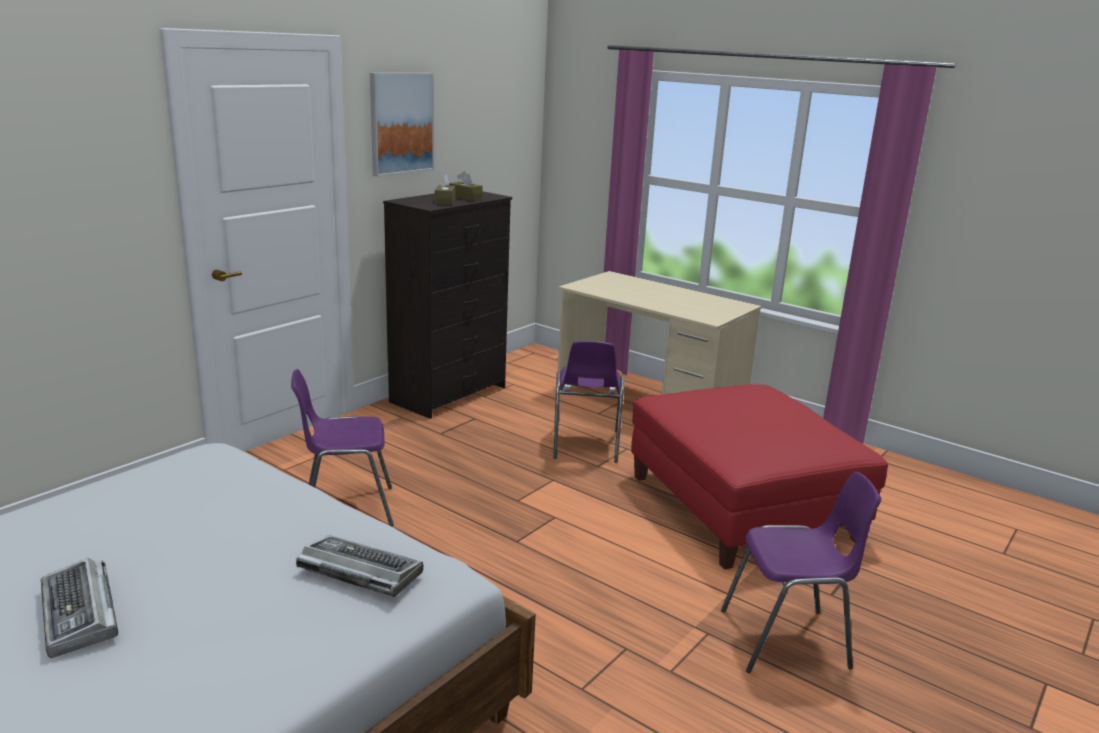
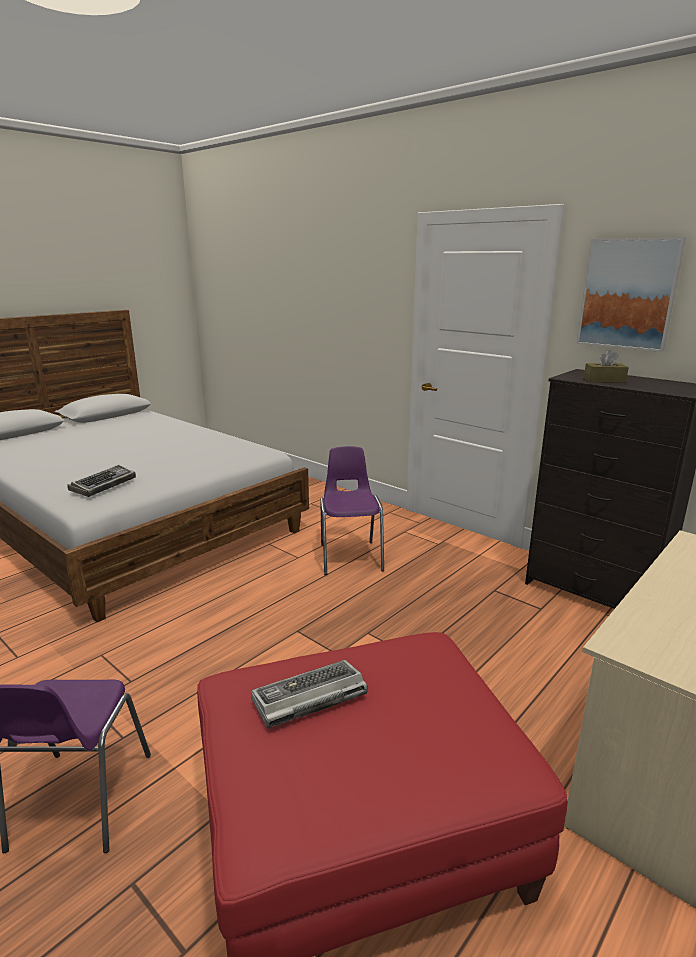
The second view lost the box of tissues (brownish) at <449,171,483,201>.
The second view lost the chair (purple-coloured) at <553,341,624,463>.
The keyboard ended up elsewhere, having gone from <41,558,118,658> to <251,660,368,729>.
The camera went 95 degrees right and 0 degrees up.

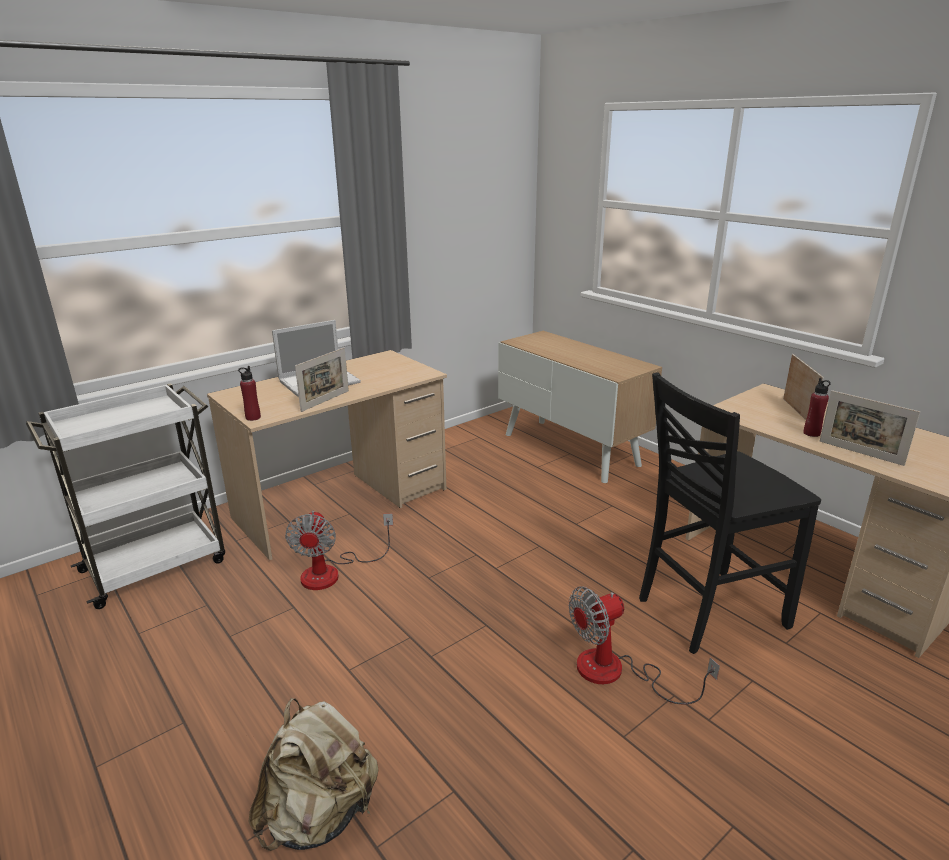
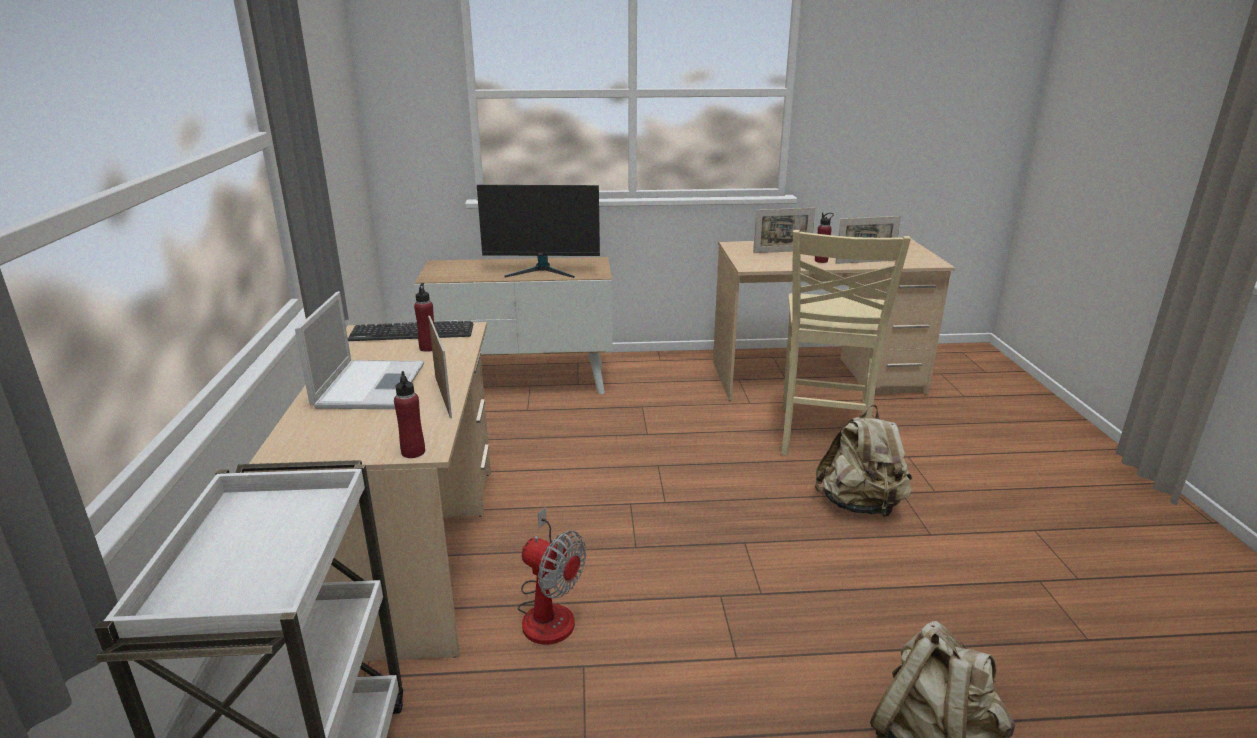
The second view gained the keyboard at <348,320,473,341>.
The second view gained the bottle (reddish) at <414,283,435,352>.
The second view gained the monitor at <477,185,600,278>.
Where the electric fan stood at <569,586,720,704>, the backpack (beige) came to stand at <815,405,912,517>.
What was the chair (blackish) at <639,372,821,654> turned into the chair (beige) at <782,230,911,456>.
The standing frame at <783,354,824,420> ended up facing another way, 135 degrees clockwise from before.
The camera went 55 degrees left and 0 degrees up.

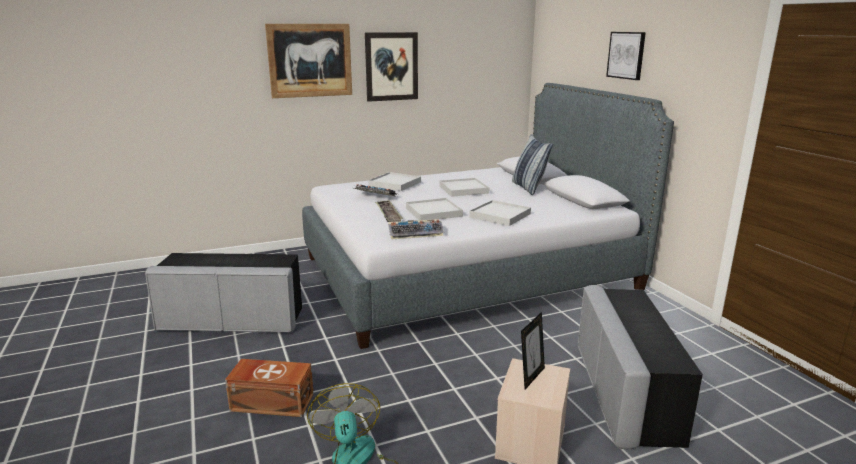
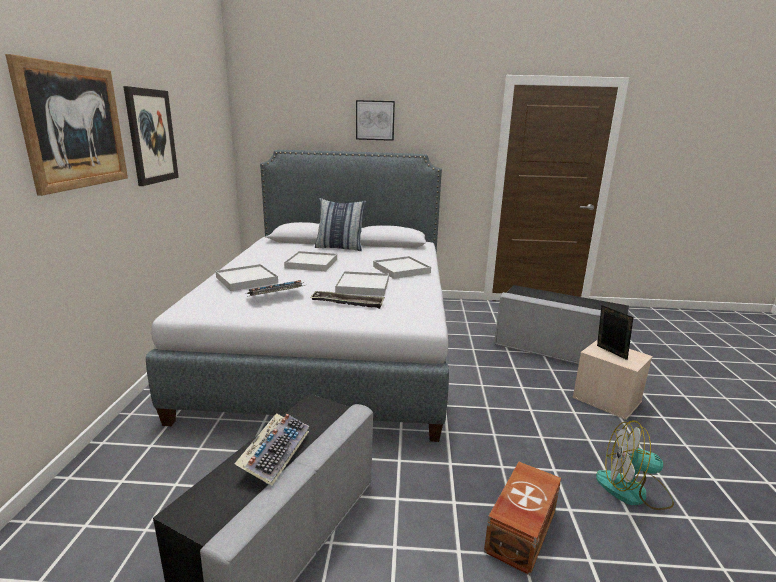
The keyboard ended up elsewhere, having gone from <388,219,444,239> to <234,413,309,486>.
The camera went 65 degrees left and 0 degrees up.

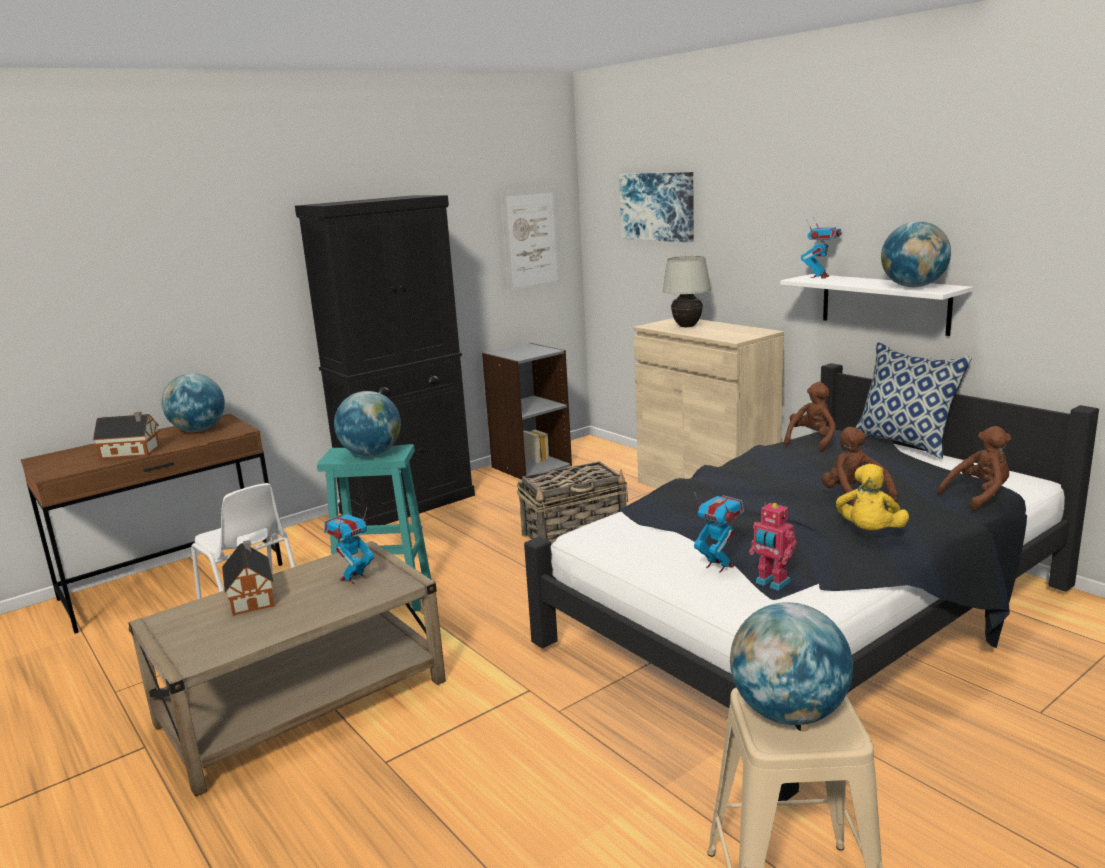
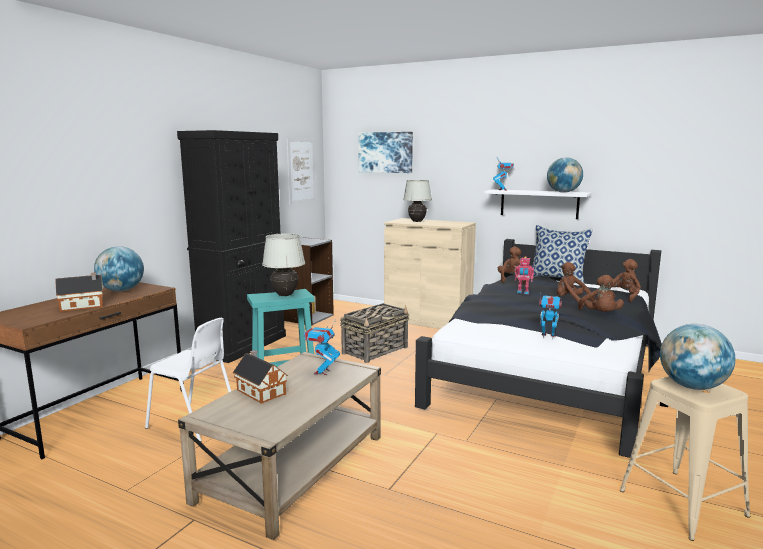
The model robot ended up elsewhere, having gone from <749,502,797,591> to <515,256,534,294>.
Where the world globe stood at <334,391,401,456>, the tabletop lamp (white-coloured) came to stand at <262,234,305,296>.
What was the cuddly toy (yellow-coloured) at <836,464,909,530> turned into the cuddly toy (brownish) at <578,275,624,312>.
The camera went 25 degrees left and 5 degrees down.

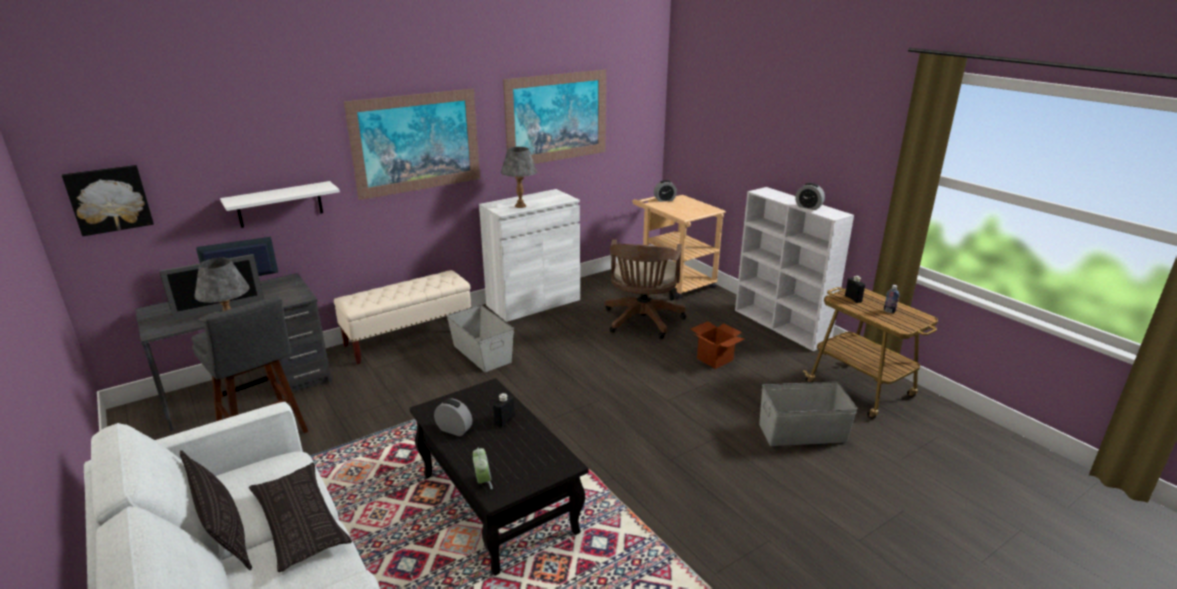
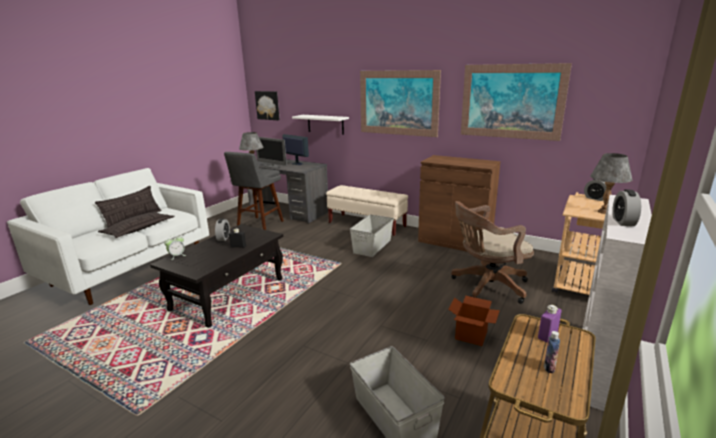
The tabletop lamp (gray) ended up elsewhere, having gone from <501,147,537,208> to <590,153,632,214>.
What was the storage cabinet (white-coloured) at <479,189,580,322> turned into the storage cabinet (brownish) at <418,155,500,252>.
What was the bottle (blackish) at <845,276,865,303> turned into the bottle (purple-coloured) at <538,305,562,342>.
The camera went 65 degrees right and 5 degrees down.

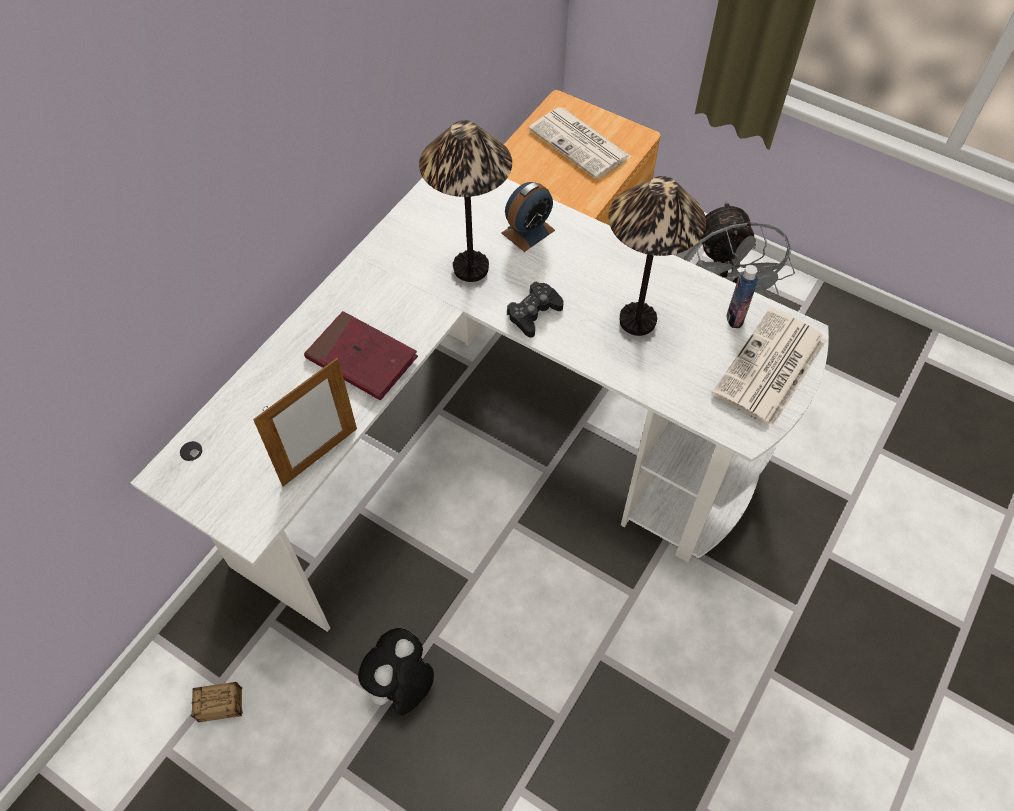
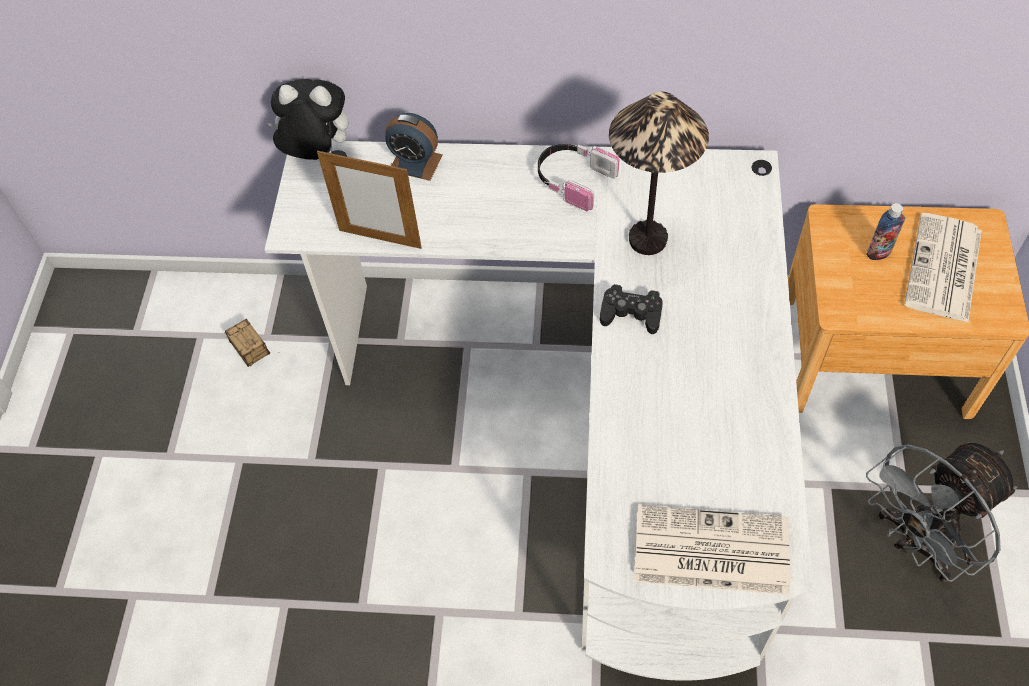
The second view lost the volume (reddish) at <304,311,418,400>.
The second view lost the tabletop lamp at <608,176,706,336>.
The second view gained the headset at <538,144,619,211>.
The cuddly toy ended up elsewhere, having gone from <358,628,434,716> to <268,79,348,160>.
The bedside clock ended up elsewhere, having gone from <501,182,555,252> to <385,113,443,181>.
The bottle ended up elsewhere, having gone from <727,265,758,328> to <866,203,905,260>.
The camera went 65 degrees right and 0 degrees up.

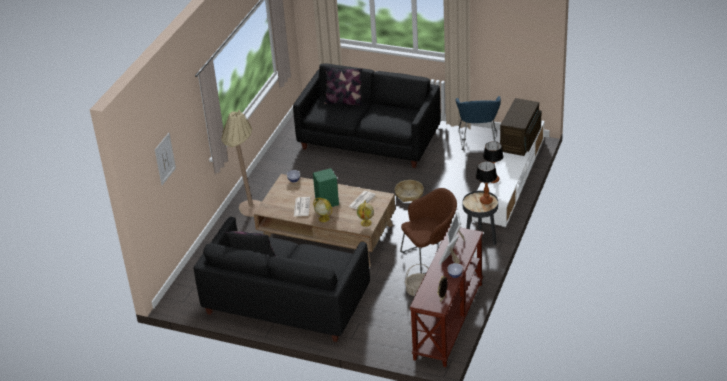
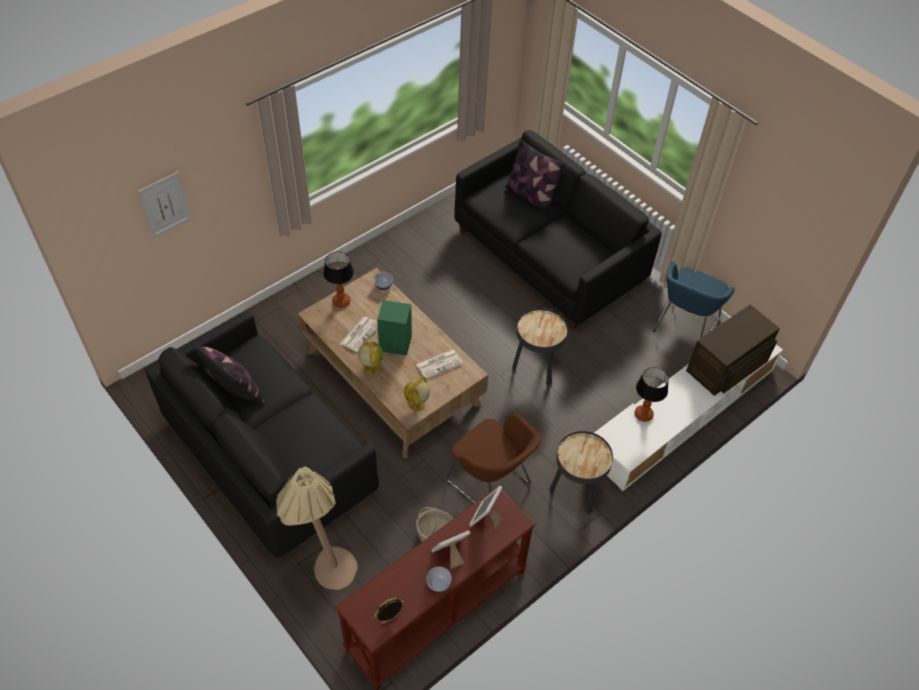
The standard lamp (beige) ended up elsewhere, having gone from <221,110,261,217> to <276,467,358,590>.
The tabletop lamp ended up elsewhere, having gone from <476,161,497,204> to <323,252,354,307>.
Where the basket stood at <395,180,424,202>, the end table (blackish) came to stand at <512,308,568,386>.
The lounge chair (brownish) at <400,188,457,274> ended up facing another way, 45 degrees clockwise from before.
The camera went 25 degrees right and 15 degrees up.

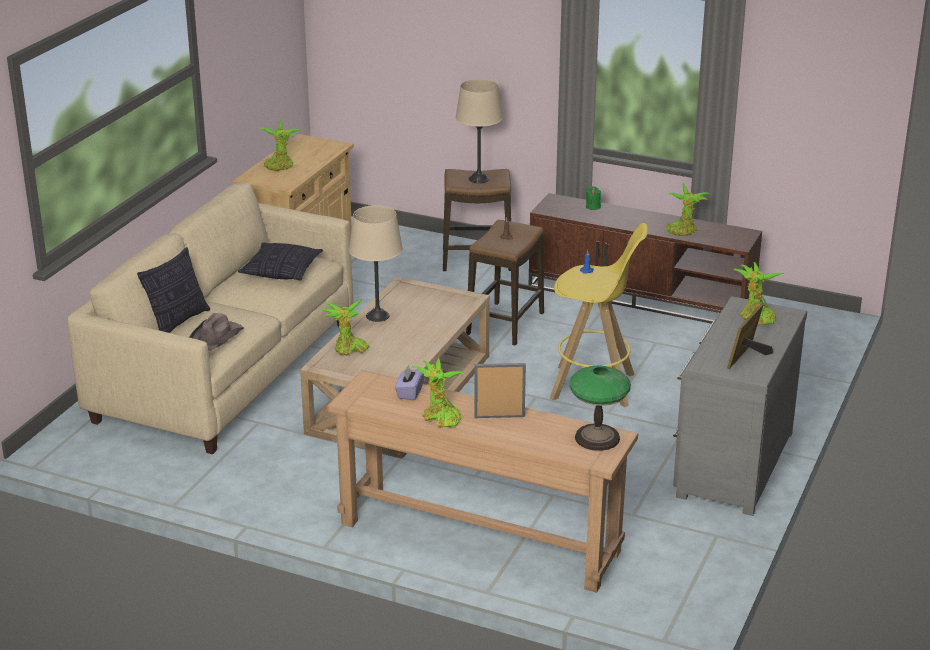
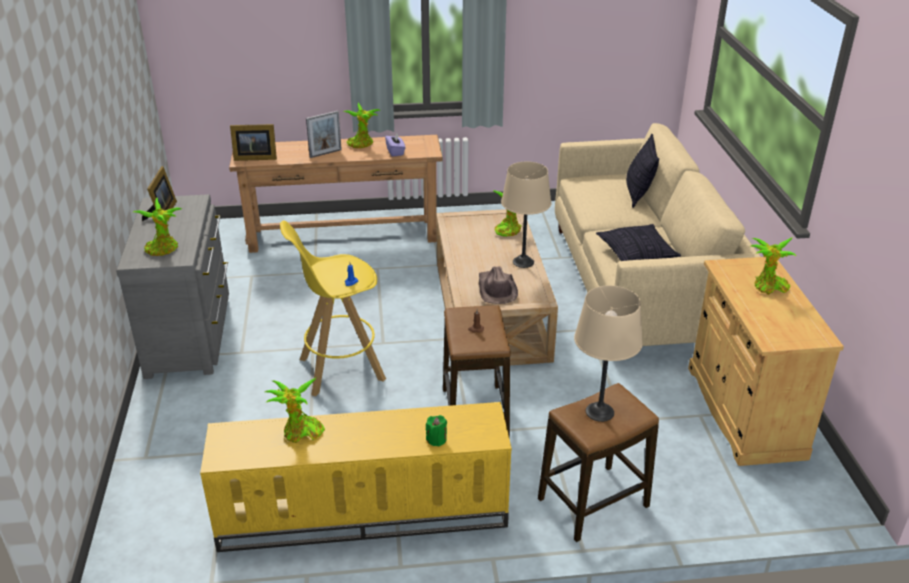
The hat (brownish) ended up elsewhere, having gone from <189,313,244,351> to <479,266,518,304>.
Where the tabletop lamp stood at <569,365,631,451>, the standing frame came to stand at <230,124,277,161>.
What was the tv unit (brownish) at <529,193,762,324> turned into the tv unit (yellow-coloured) at <200,402,512,552>.
The camera went 150 degrees right and 5 degrees up.

